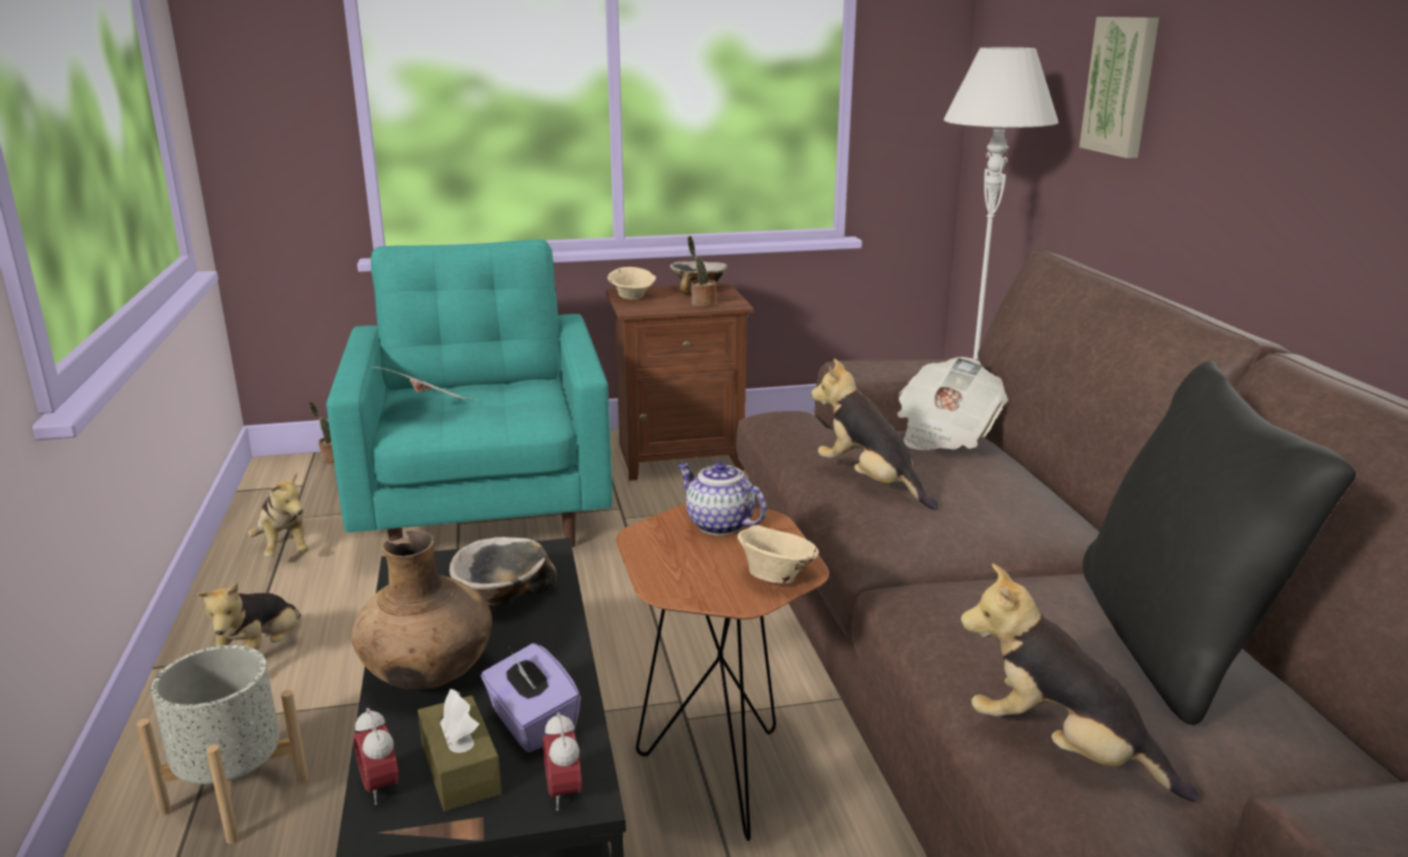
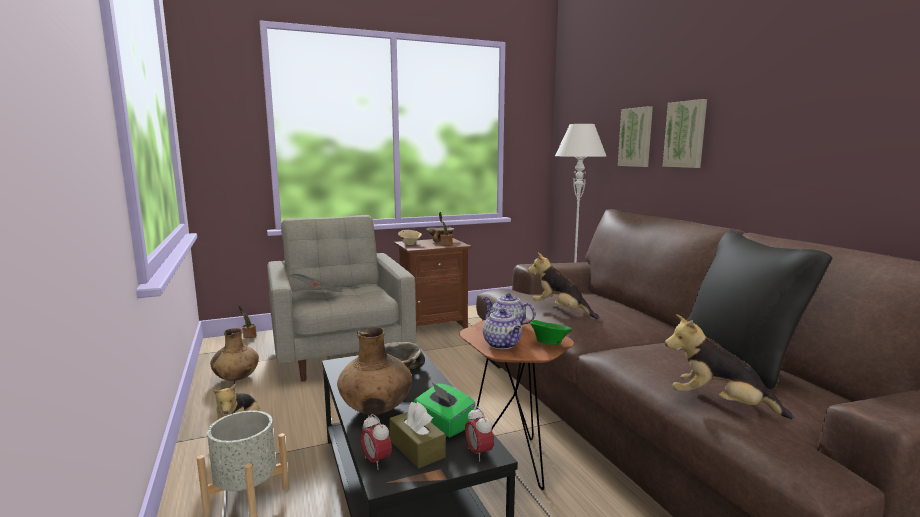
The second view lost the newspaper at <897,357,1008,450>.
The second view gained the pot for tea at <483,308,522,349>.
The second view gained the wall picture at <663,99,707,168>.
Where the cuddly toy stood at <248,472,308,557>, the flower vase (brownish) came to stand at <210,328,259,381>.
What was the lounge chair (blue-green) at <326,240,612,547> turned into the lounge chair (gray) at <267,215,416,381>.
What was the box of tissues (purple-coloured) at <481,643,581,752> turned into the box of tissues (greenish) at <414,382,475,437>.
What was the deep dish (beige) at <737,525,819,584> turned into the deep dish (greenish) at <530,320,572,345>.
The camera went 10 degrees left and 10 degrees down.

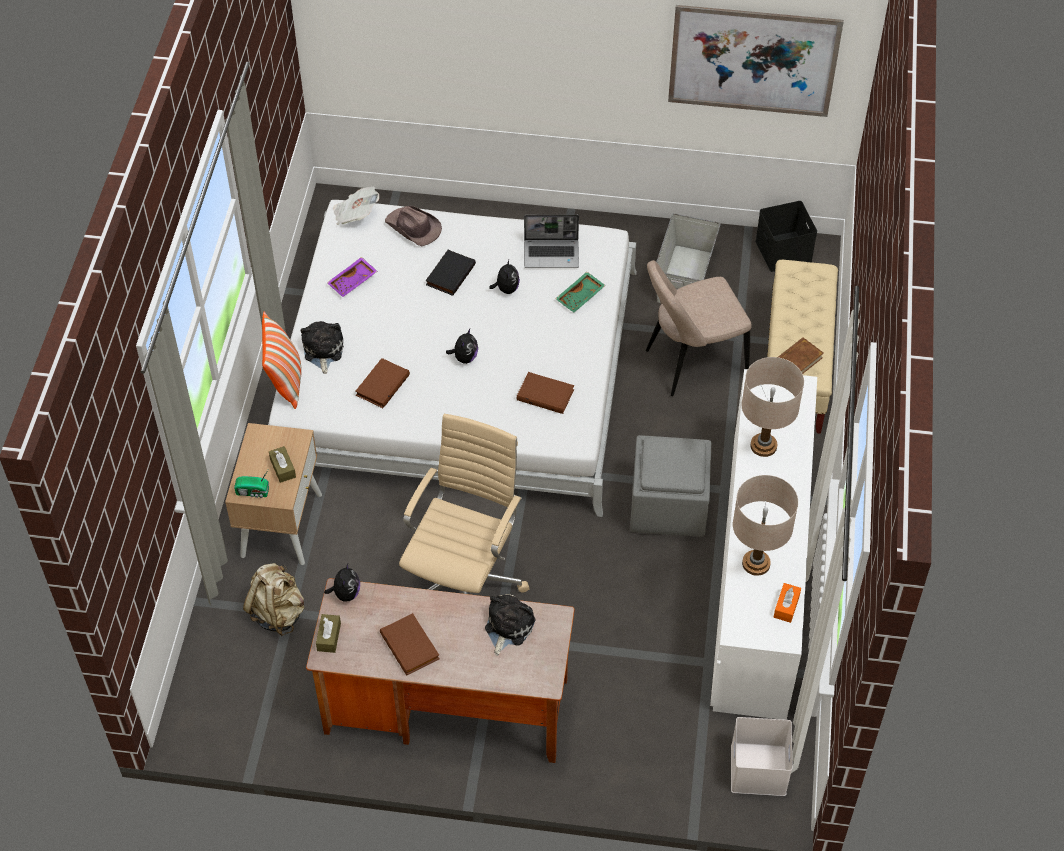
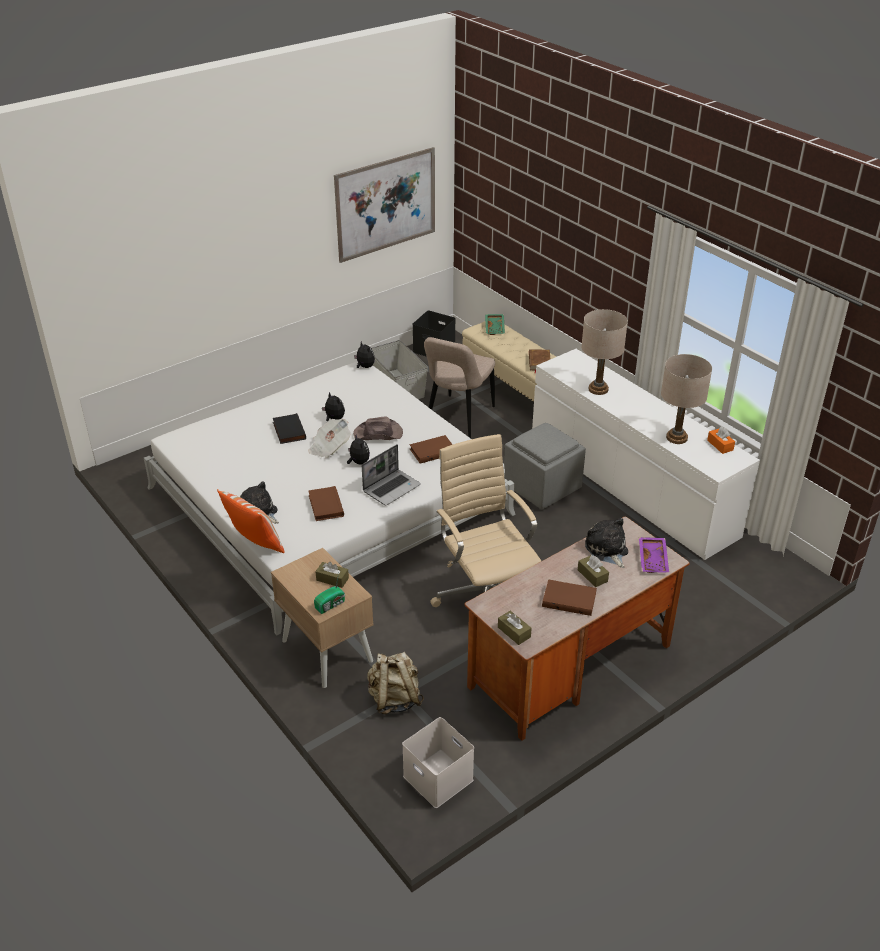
The second view gained the box of tissues (brownish) at <578,555,609,587>.
The cuddly toy ended up elsewhere, having gone from <324,563,360,602> to <354,341,375,368>.
The tray (purple-coloured) ended up elsewhere, having gone from <327,257,377,297> to <639,537,669,573>.
The newspaper ended up elsewhere, having gone from <333,187,379,225> to <308,419,351,458>.
The hat (brownish) ended up elsewhere, having gone from <385,206,442,246> to <353,417,403,440>.
The notebook computer ended up elsewhere, having gone from <524,215,579,268> to <362,444,421,505>.
The tray (greenish) ended up elsewhere, having gone from <556,272,605,312> to <485,314,505,335>.
The storage container (white-coloured) ended up elsewhere, having gone from <731,717,793,796> to <402,717,474,808>.
The camera went 45 degrees left and 15 degrees down.

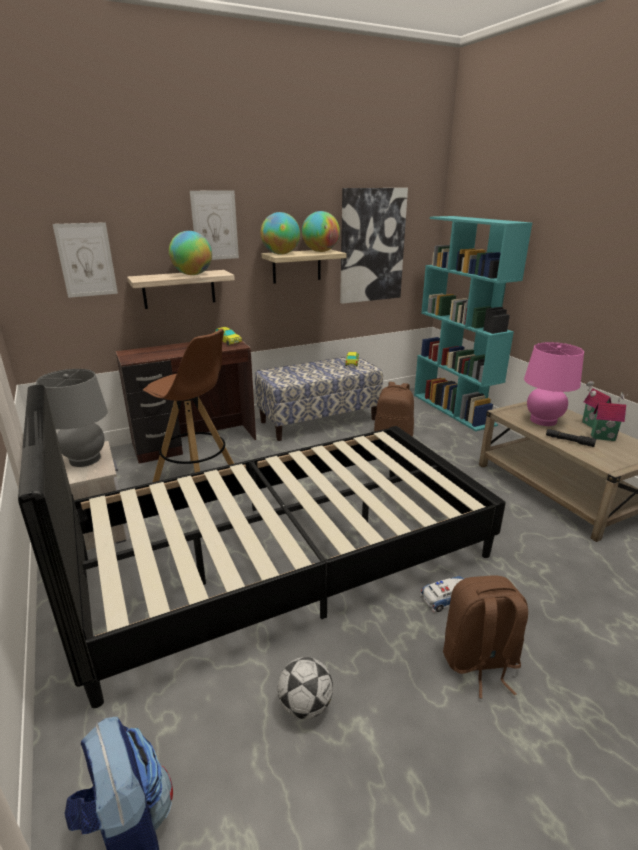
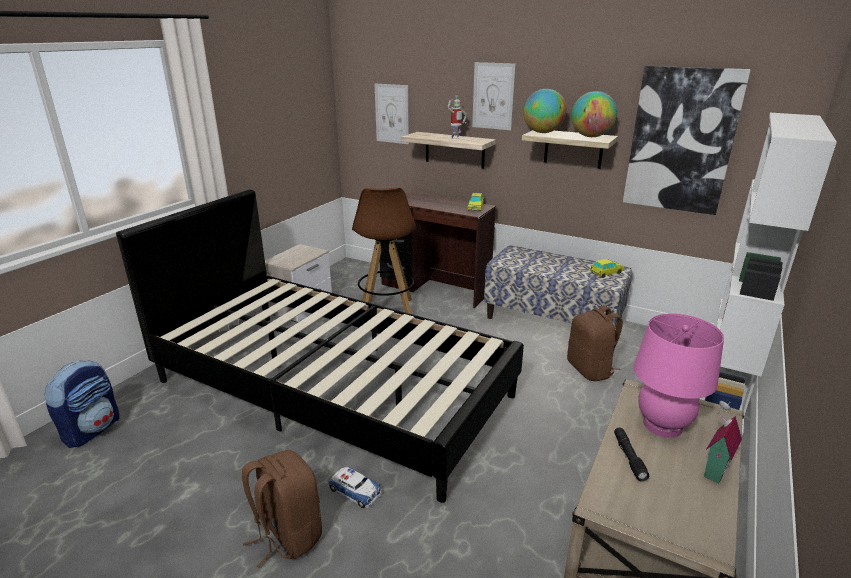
The second view lost the tabletop lamp (gray) at <36,369,108,467>.
The second view lost the football ball at <278,657,333,719>.
The second view lost the toy house at <591,392,626,441>.
Where the world globe stood at <169,231,212,275>, the model robot came to stand at <447,96,467,139>.
What was the shelving unit (blue-green) at <414,216,532,431> turned into the shelving unit (white-coloured) at <699,113,837,435>.
The camera went 55 degrees right and 0 degrees up.

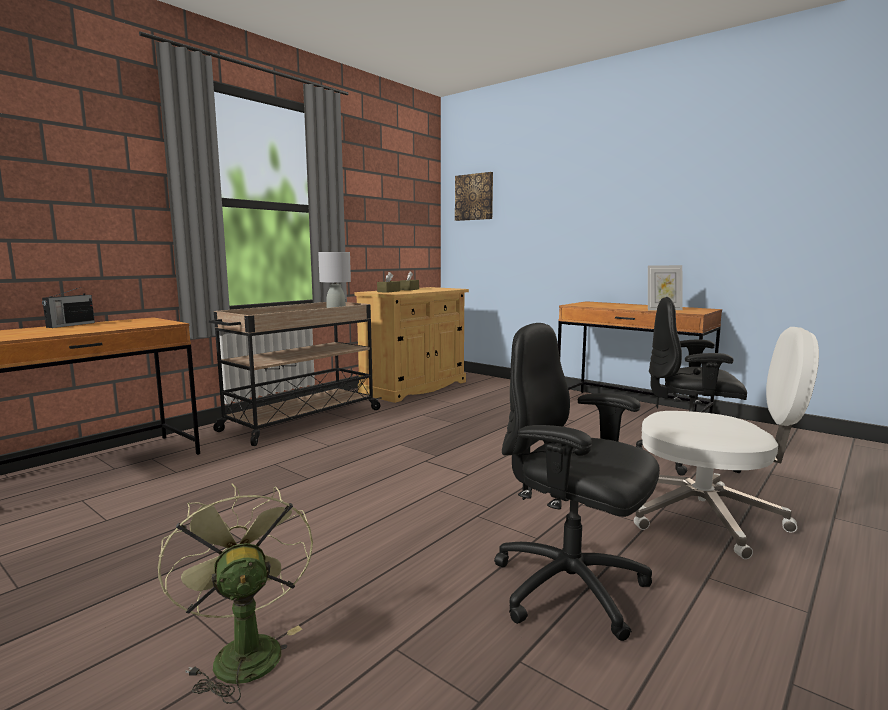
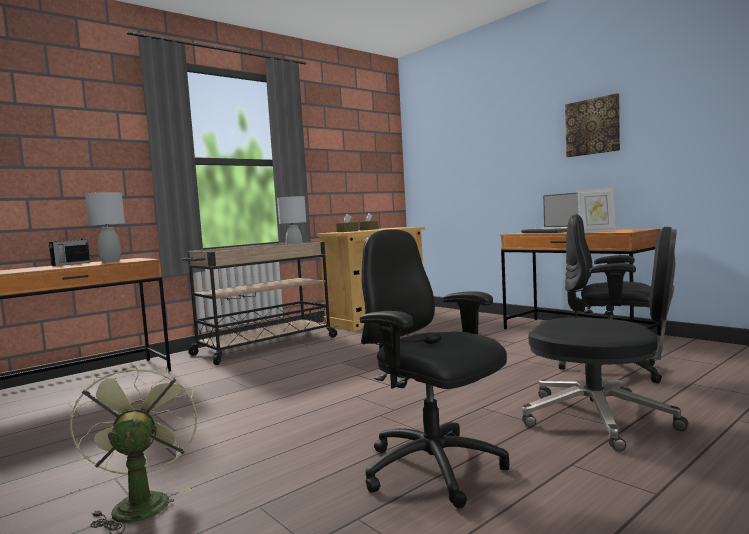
The second view gained the tabletop lamp (gray) at <85,192,125,262>.
The second view gained the notebook computer at <521,193,579,233>.
The wall picture ended up elsewhere, having gone from <455,172,493,221> to <565,93,620,157>.
What was the desk chair (white-coloured) at <634,327,819,559> turned into the desk chair (blackish) at <522,227,688,452>.
The camera went 10 degrees right and 5 degrees down.

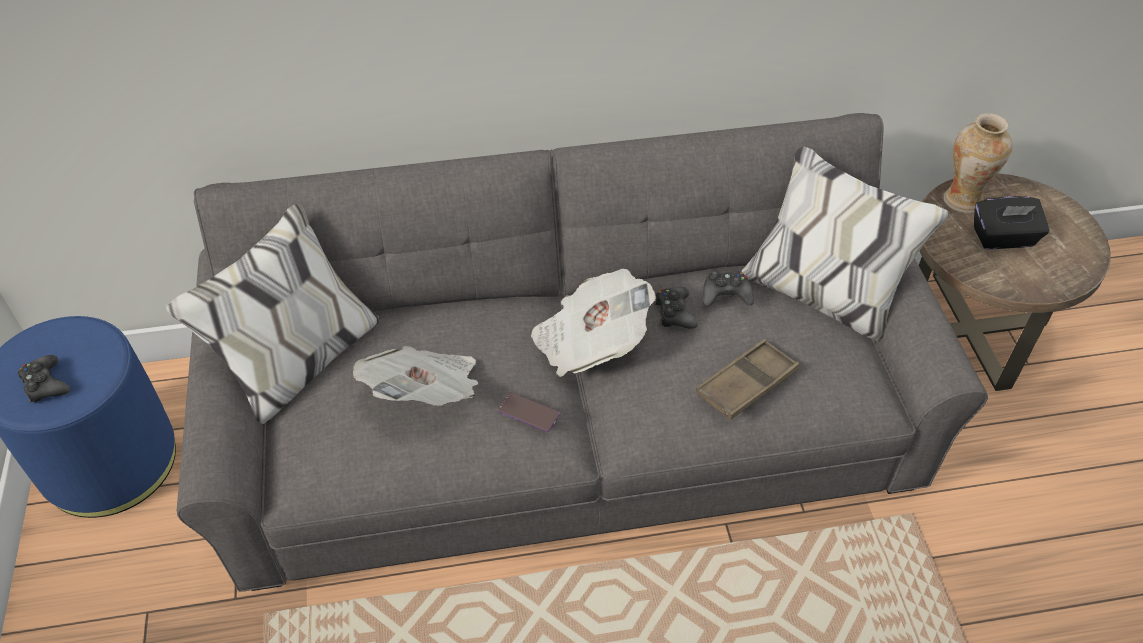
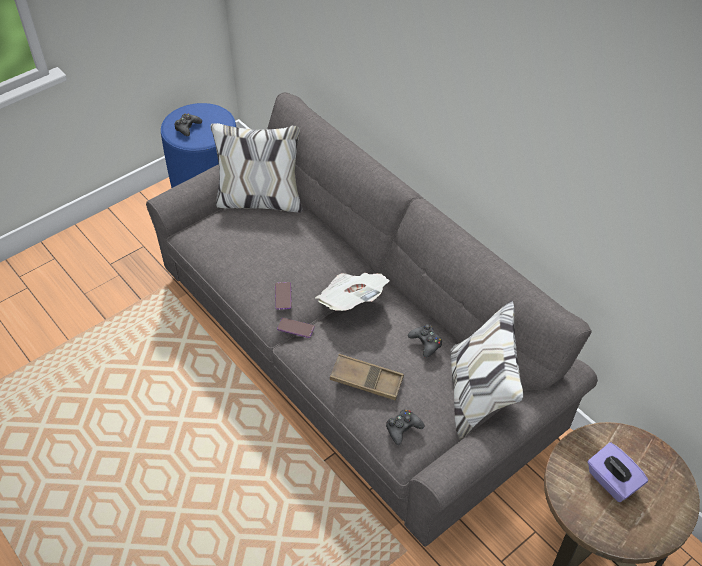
The second view lost the newspaper at <353,346,478,406>.
The second view lost the flower vase at <943,113,1012,213>.
The second view gained the phone at <277,318,315,338>.
The game controller (blackish) ended up elsewhere, having gone from <654,287,698,329> to <386,409,424,445>.
What was the box of tissues (blackish) at <974,196,1049,249> turned into the box of tissues (purple-coloured) at <587,442,648,502>.
The camera went 60 degrees right and 0 degrees up.

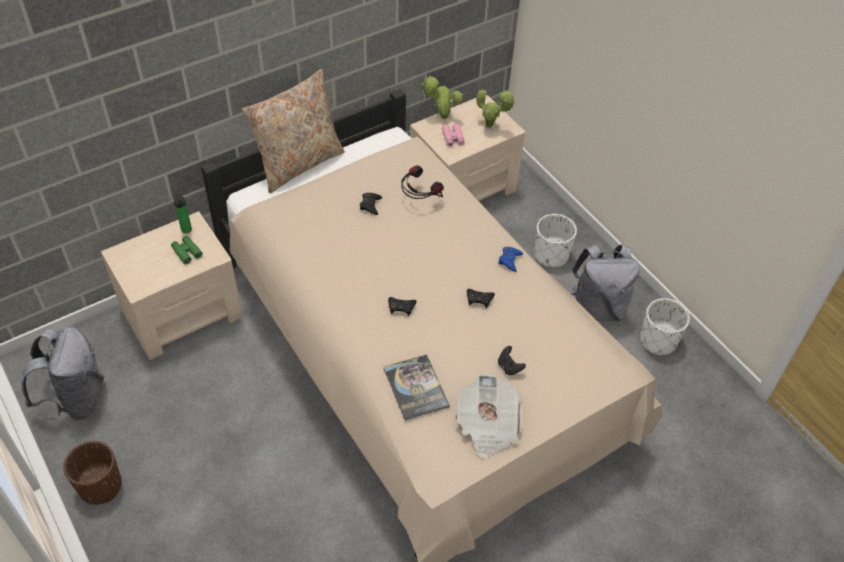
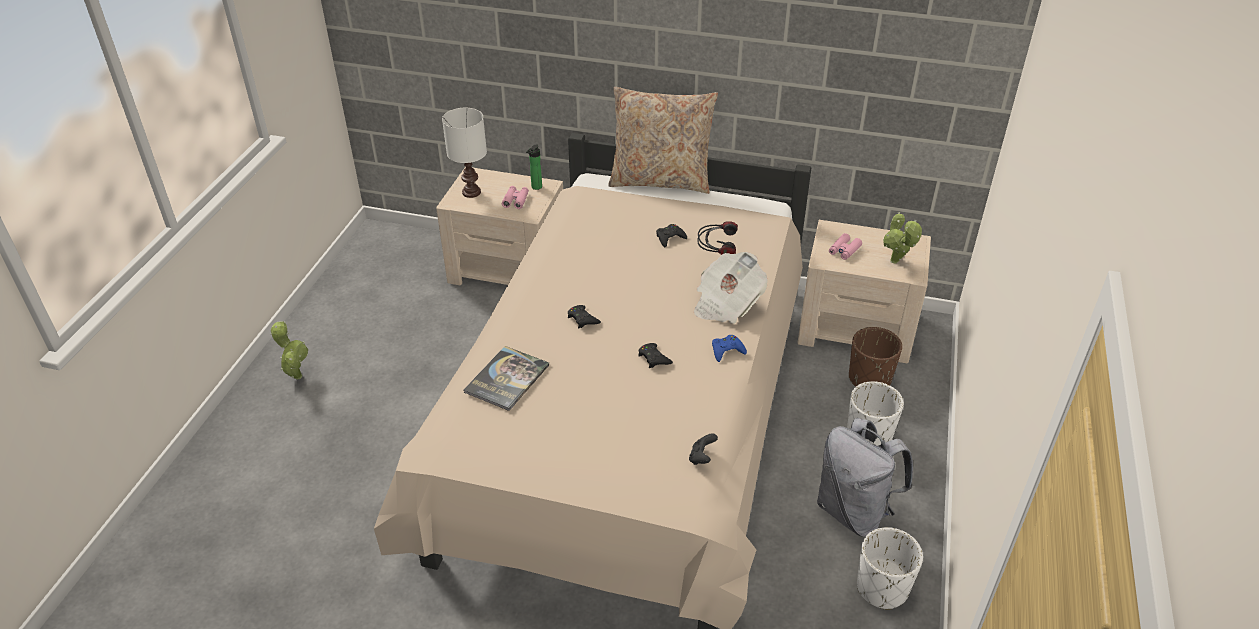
The second view lost the backpack (gray) at <21,327,104,420>.
The second view gained the tabletop lamp (white-coloured) at <442,108,487,198>.
The flower pot (brownish) ended up elsewhere, having gone from <63,441,122,505> to <849,327,902,387>.
The plant in a pot ended up elsewhere, having gone from <422,76,463,119> to <270,321,308,379>.
The newspaper ended up elsewhere, having gone from <455,373,523,458> to <694,252,768,324>.
The game controller (blackish) ended up elsewhere, having gone from <498,346,526,375> to <689,434,718,465>.
What was the binoculars (greenish) at <171,236,203,264> turned into the binoculars (pink-coloured) at <502,186,529,209>.
The camera went 50 degrees right and 10 degrees down.

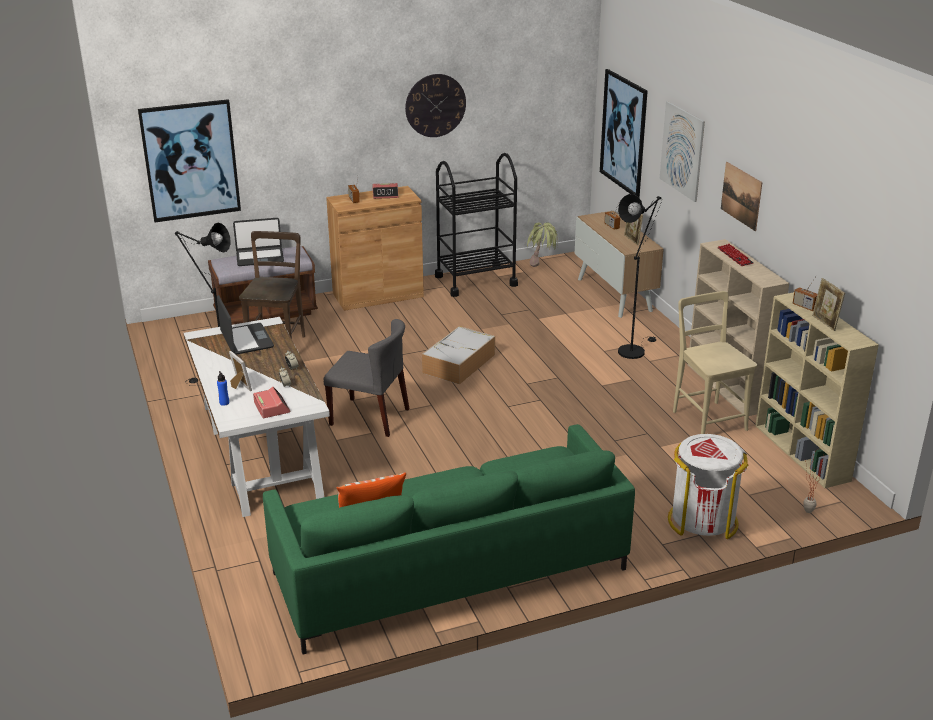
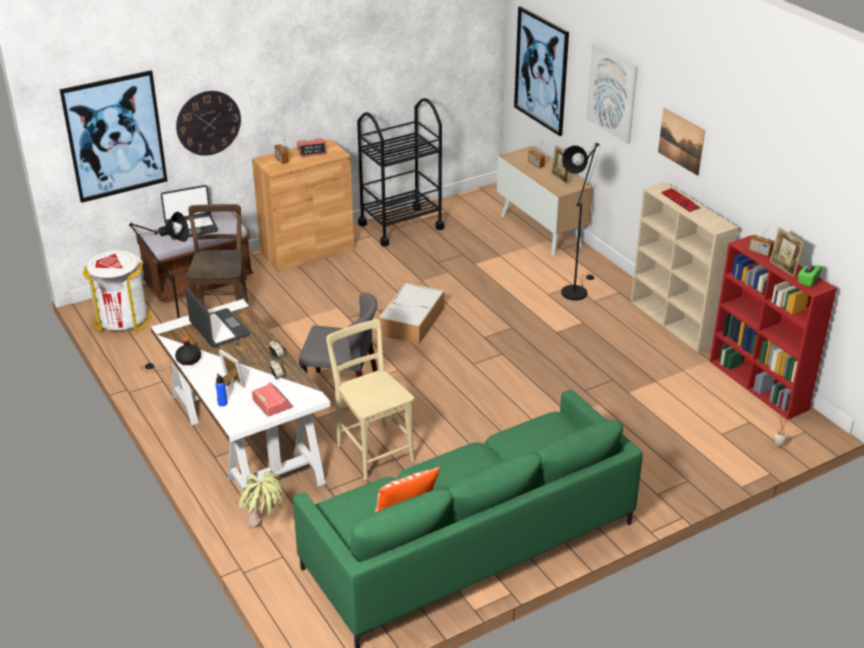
The second view gained the bottle (blackish) at <175,336,201,365>.
The second view gained the box of tissues (greenish) at <798,261,823,287>.
The clock on the wall ended up elsewhere, having gone from <405,74,466,137> to <176,91,241,156>.
The plant in a pot ended up elsewhere, having gone from <525,222,558,267> to <236,471,285,527>.
The waste bin (white-coloured) ended up elsewhere, having gone from <668,434,748,539> to <83,250,151,333>.
The chair (beige) ended up elsewhere, having gone from <673,291,757,434> to <326,319,415,480>.
What was the shelving unit (beige) at <755,292,879,488> turned into the shelving unit (reddish) at <710,235,837,420>.
The camera went 10 degrees left and 5 degrees up.

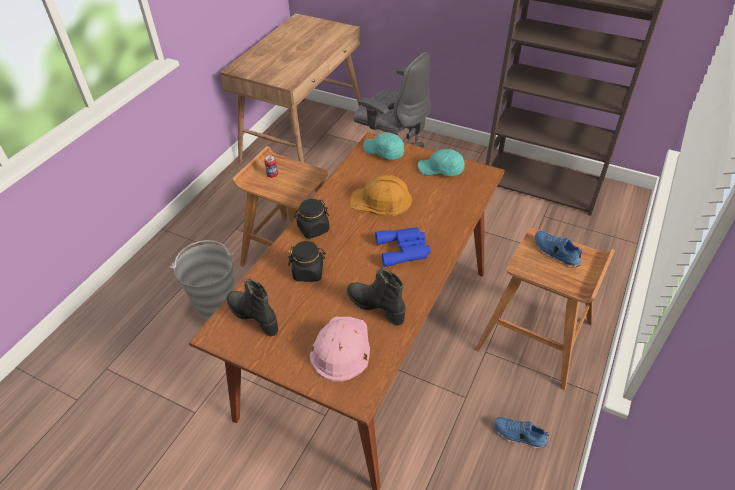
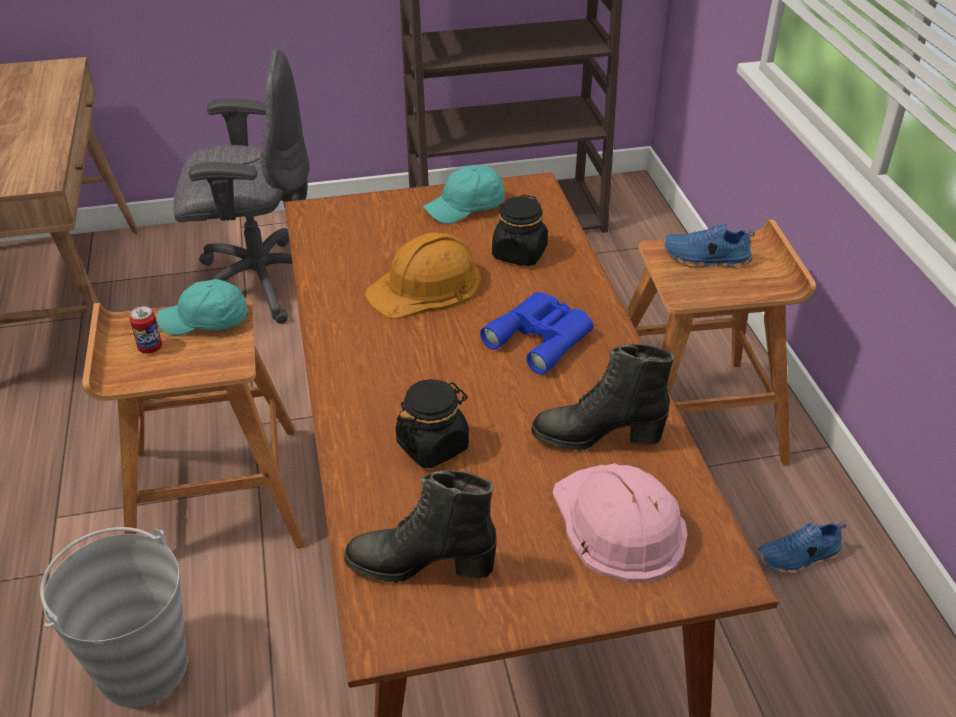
The jar (blackish) ended up elsewhere, having gone from <294,199,330,239> to <492,195,548,266>.
The peaked cap (blue-green) ended up elsewhere, having gone from <363,132,404,160> to <157,279,248,335>.
The camera went 40 degrees left and 5 degrees down.

